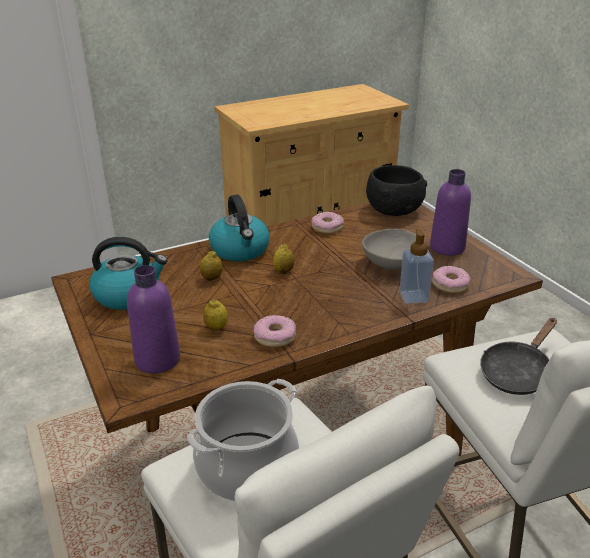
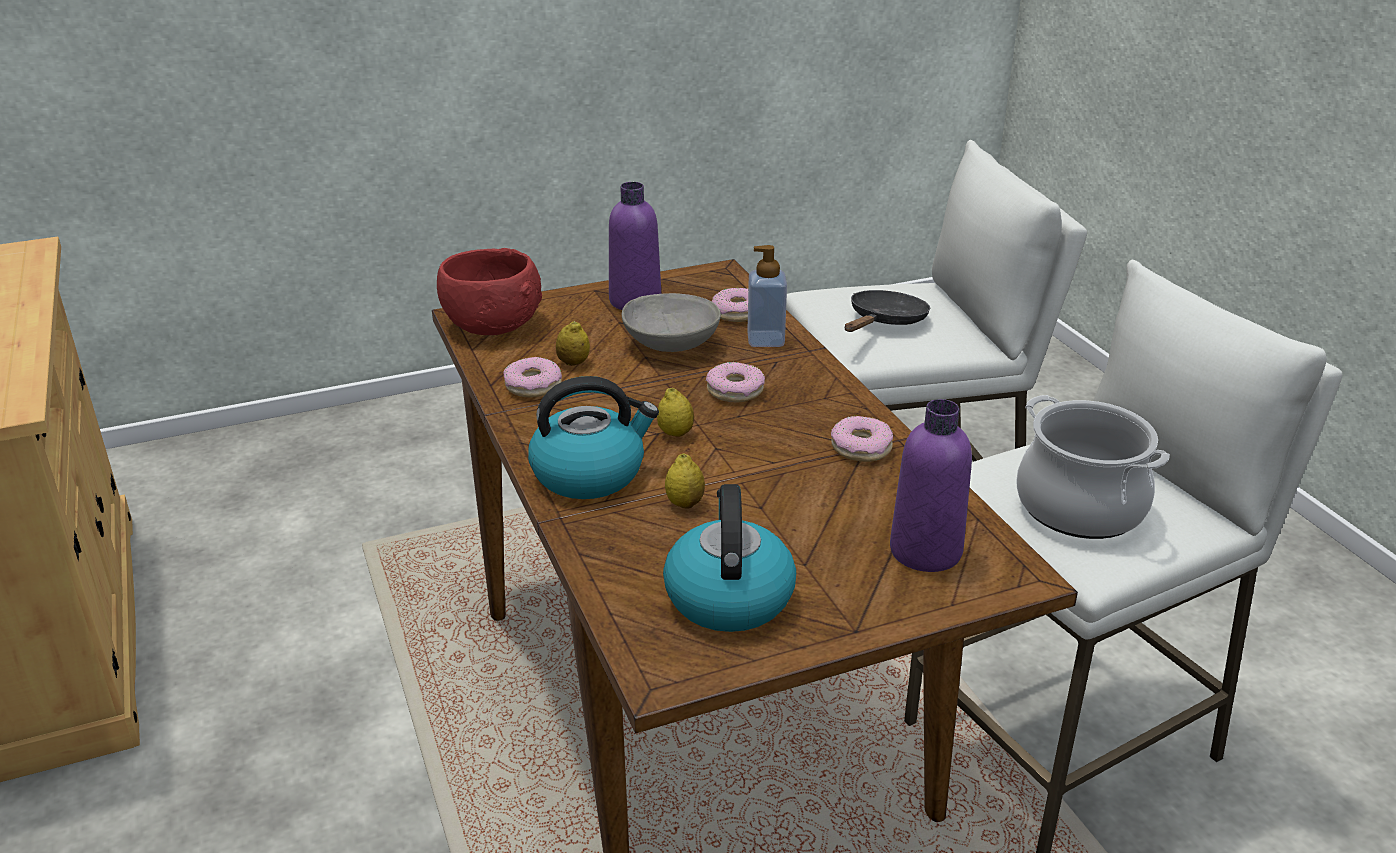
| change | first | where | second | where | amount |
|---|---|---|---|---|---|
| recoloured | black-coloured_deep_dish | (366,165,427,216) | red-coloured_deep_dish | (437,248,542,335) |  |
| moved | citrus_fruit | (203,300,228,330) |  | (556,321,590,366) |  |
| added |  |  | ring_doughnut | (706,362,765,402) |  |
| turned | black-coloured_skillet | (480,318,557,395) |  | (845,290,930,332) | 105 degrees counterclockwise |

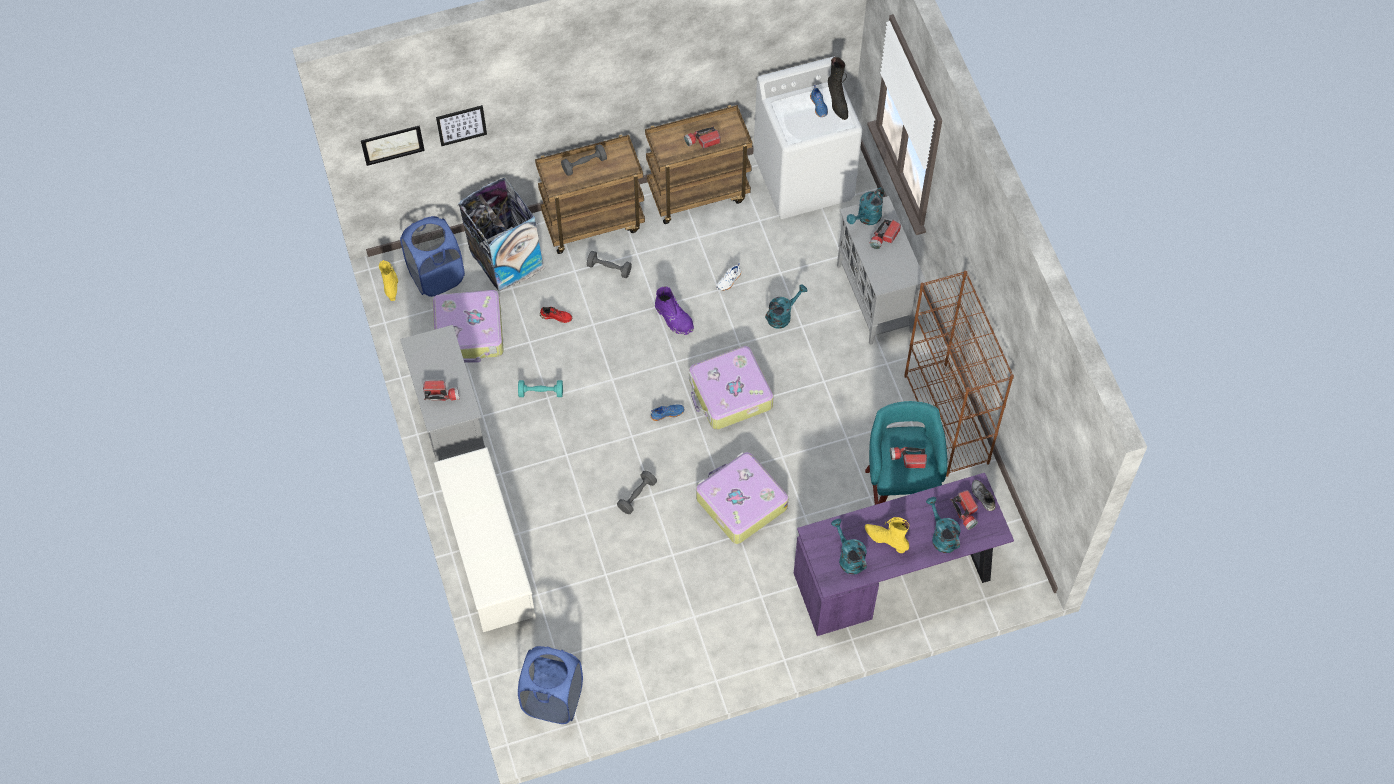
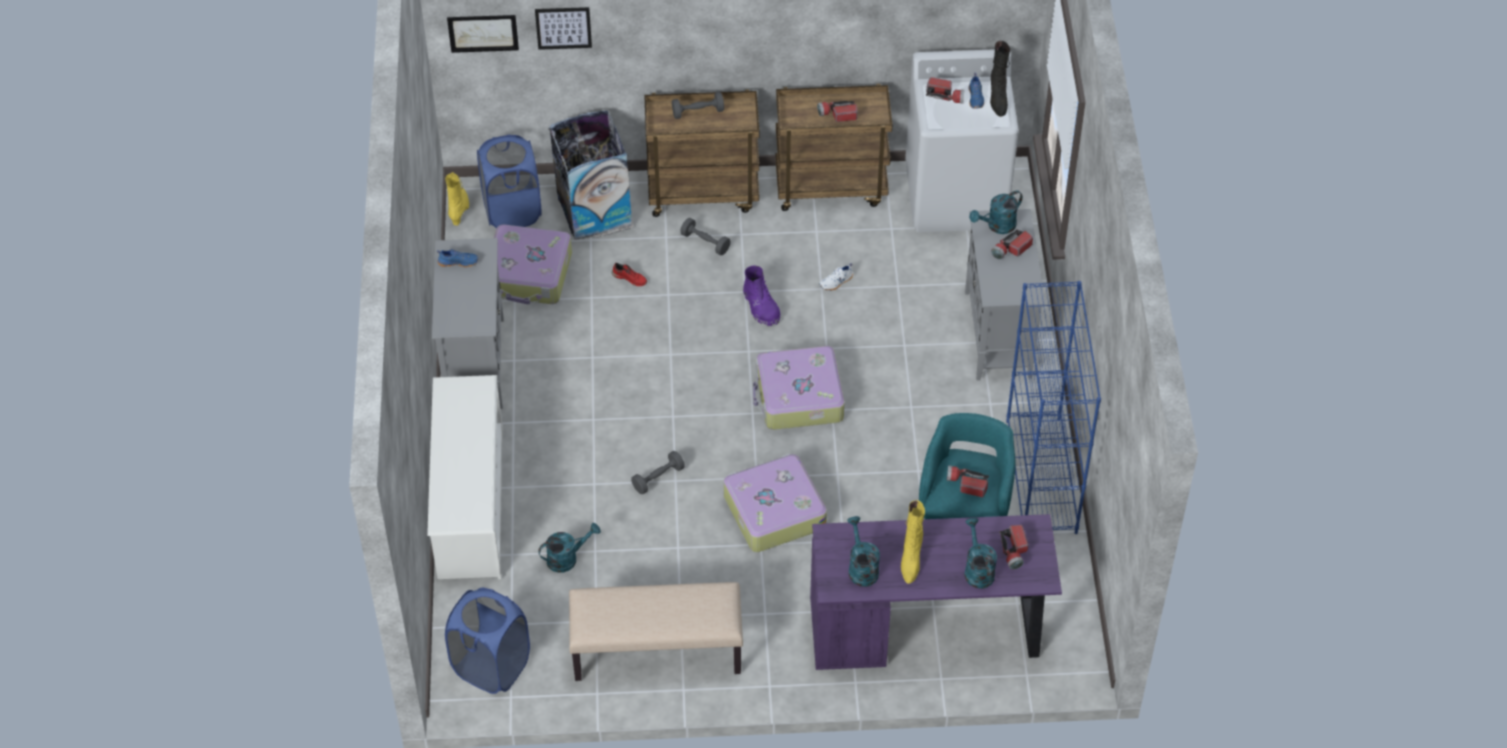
| change | first | where | second | where | amount |
|---|---|---|---|---|---|
| moved | blue_low_shoe | (651,405,684,421) |  | (437,249,479,268) |  |
| moved | blue-green_sprinkling_can | (765,284,808,329) |  | (538,523,601,573) |  |
| added |  |  | beige_bench | (569,582,743,681) |  |
| turned | yellow-coloured_boot | (865,517,909,553) |  | (901,500,925,583) | 135 degrees counterclockwise |
| moved | flashlight | (423,380,460,401) |  | (926,77,964,104) |  |
| recoloured | brown-coloured_shelving_unit | (904,271,1014,477) | blue_shelving_unit | (1006,281,1101,534) |  |
| removed | blue-green_free_weight | (518,380,563,397) |  |  |  |
| removed | greyish_low_shoe | (972,480,996,511) |  |  |  |

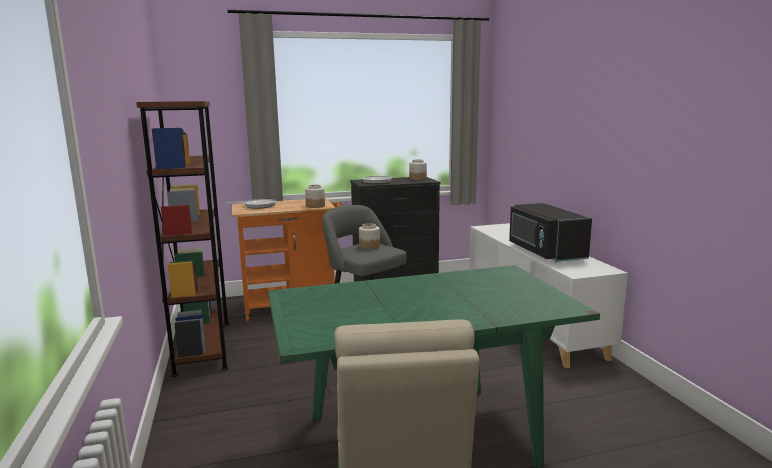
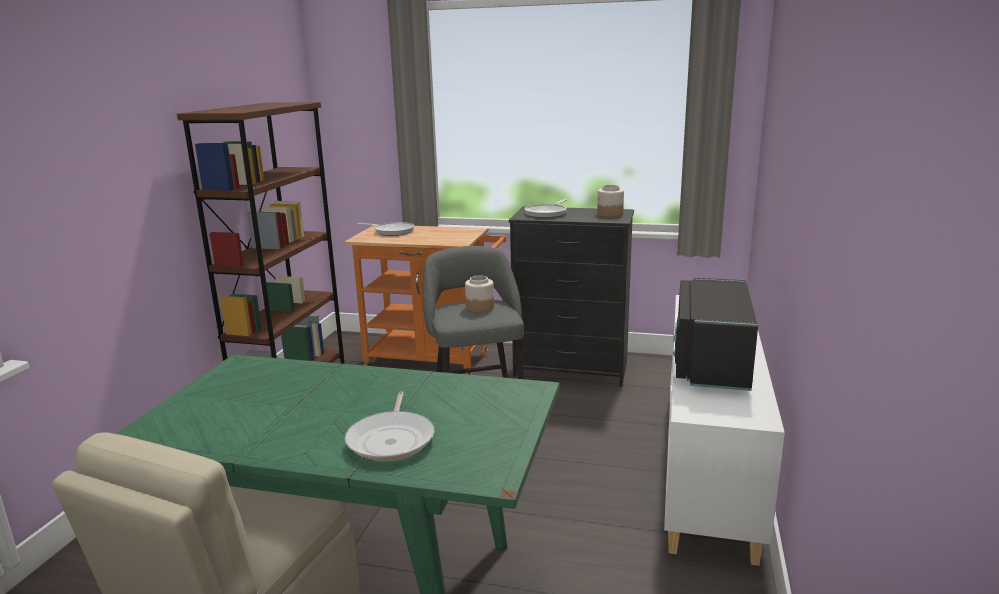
| change | first | where | second | where | amount |
|---|---|---|---|---|---|
| added |  |  | skillet | (345,392,434,462) |  |
| removed | jar | (305,185,325,208) |  |  |  |

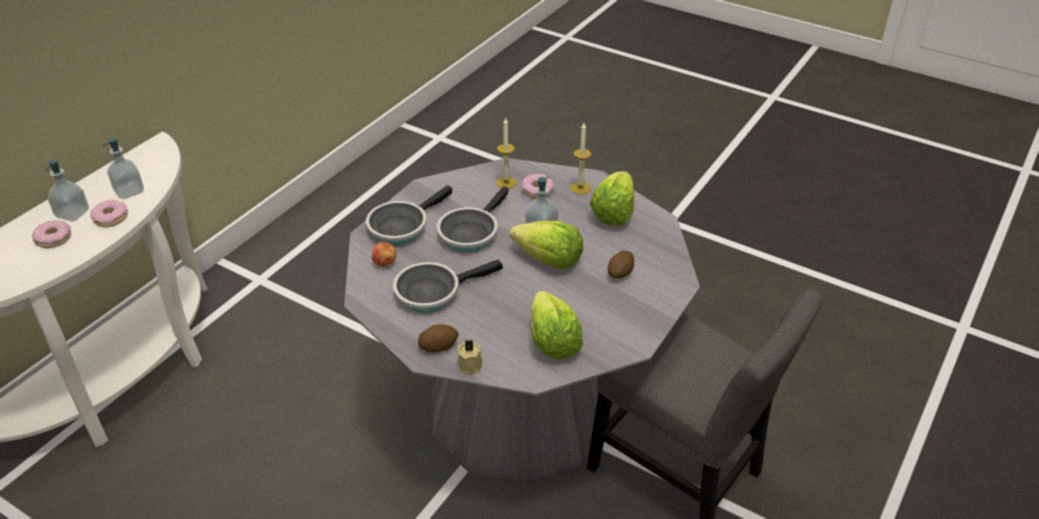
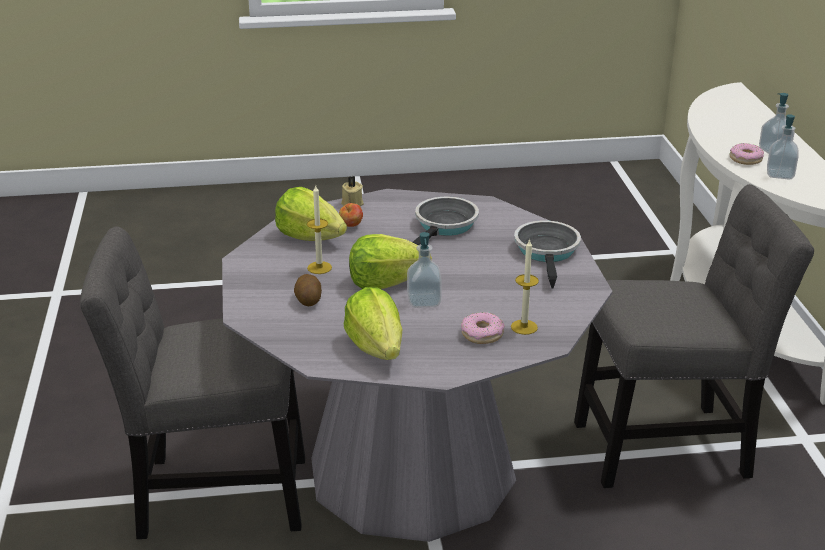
| change | first | where | second | where | amount |
|---|---|---|---|---|---|
| moved | wax_light | (570,123,591,194) |  | (307,184,332,274) |  |
| moved | apple | (372,242,397,267) |  | (339,203,363,227) |  |
| added |  |  | greyish_upright_chair | (574,184,814,488) |  |
| removed | ring_doughnut | (32,220,72,248) |  |  |  |
| removed | whole_potato | (418,324,459,352) |  |  |  |
| removed | skillet | (437,186,509,252) |  |  |  |

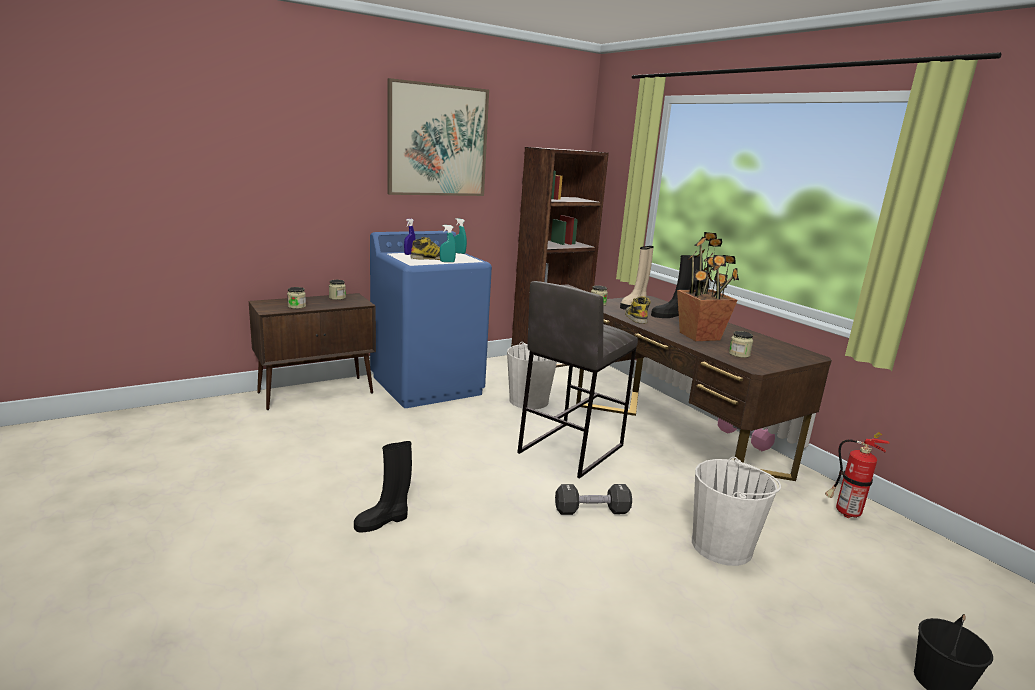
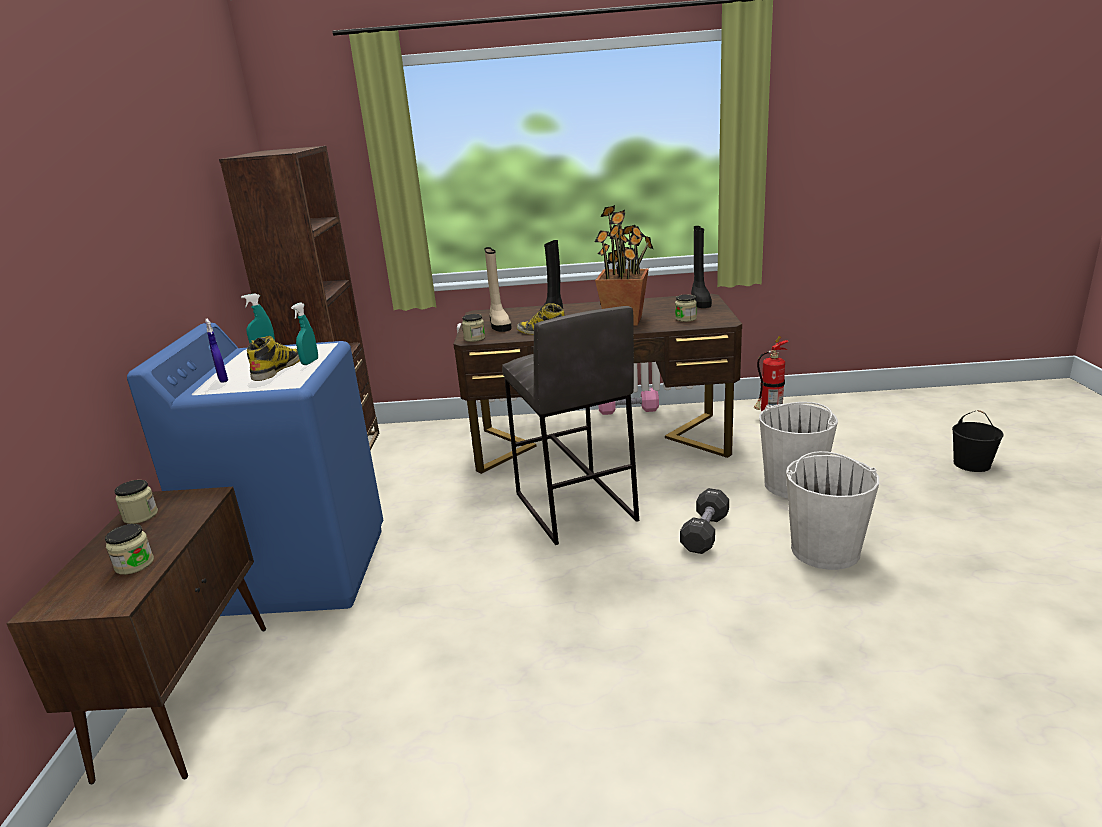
| change | first | where | second | where | amount |
|---|---|---|---|---|---|
| moved | black-coloured_boot | (354,441,412,532) |  | (691,226,712,308) |  |
| moved | white_bucket | (507,342,557,409) |  | (786,451,879,570) |  |
| removed | wall_art | (387,78,489,196) |  |  |  |

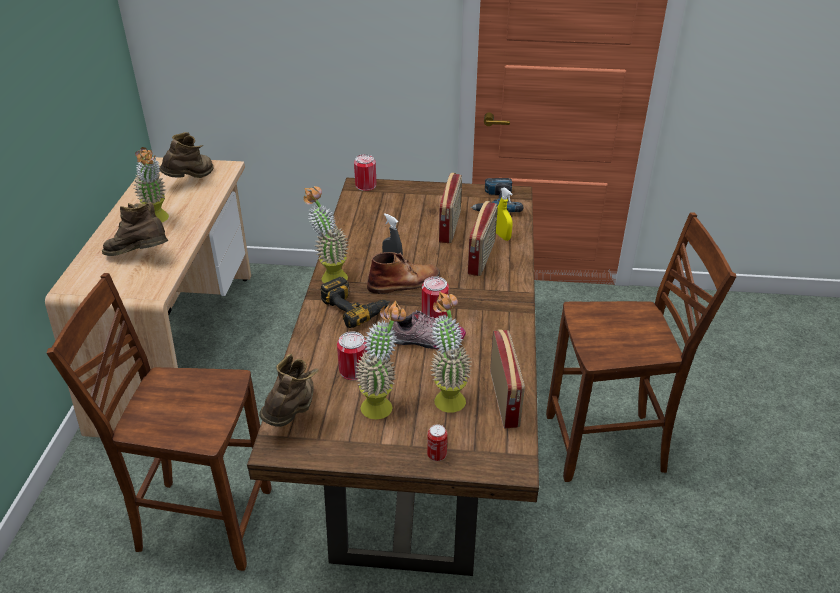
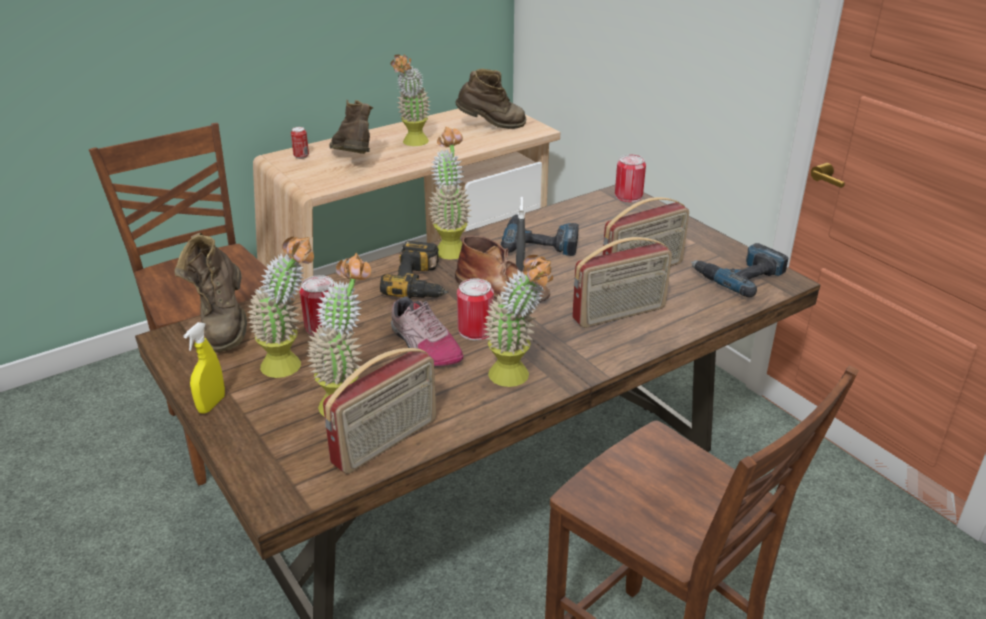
| change | first | where | second | where | amount |
|---|---|---|---|---|---|
| turned | brown-coloured_boot | (259,354,319,427) |  | (174,233,247,352) | 105 degrees clockwise |
| moved | yellow-coloured_spray_bottle | (496,187,513,241) |  | (183,322,225,414) |  |
| moved | metal_can | (427,424,447,461) |  | (291,127,309,159) |  |
| added |  |  | plant_in_a_pot | (483,255,553,387) |  |
| added |  |  | drill | (501,214,579,256) |  |

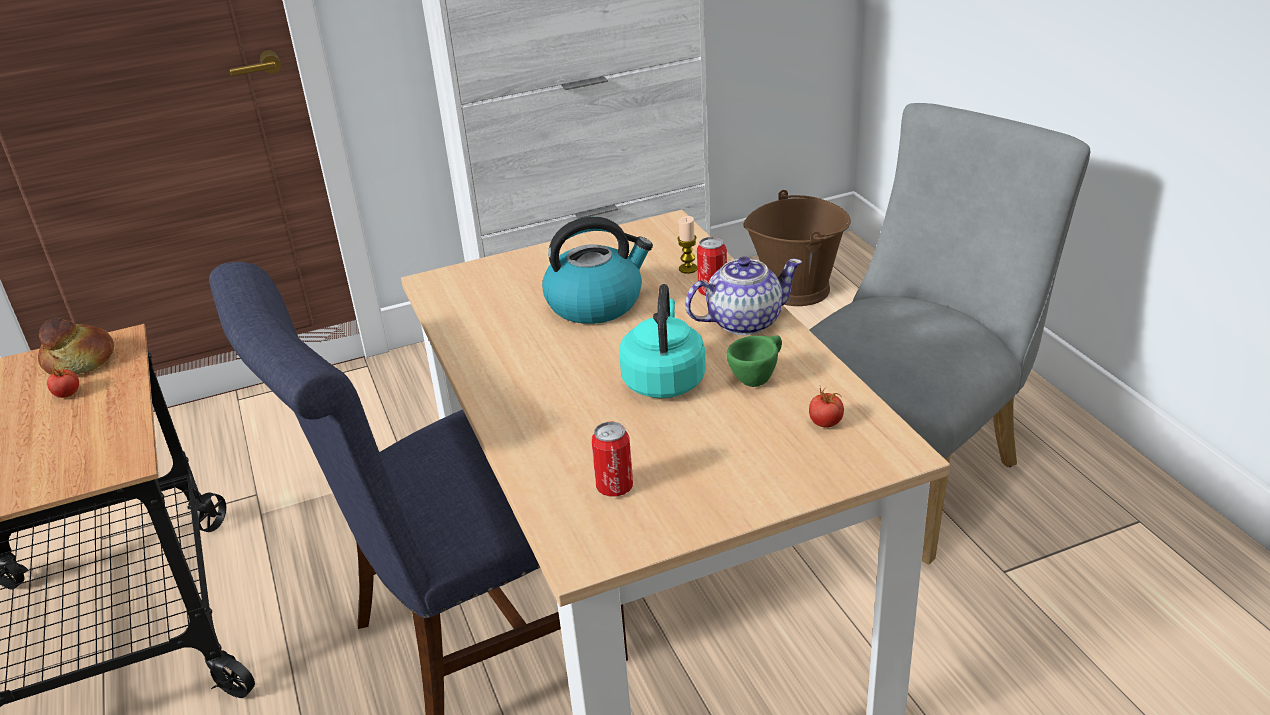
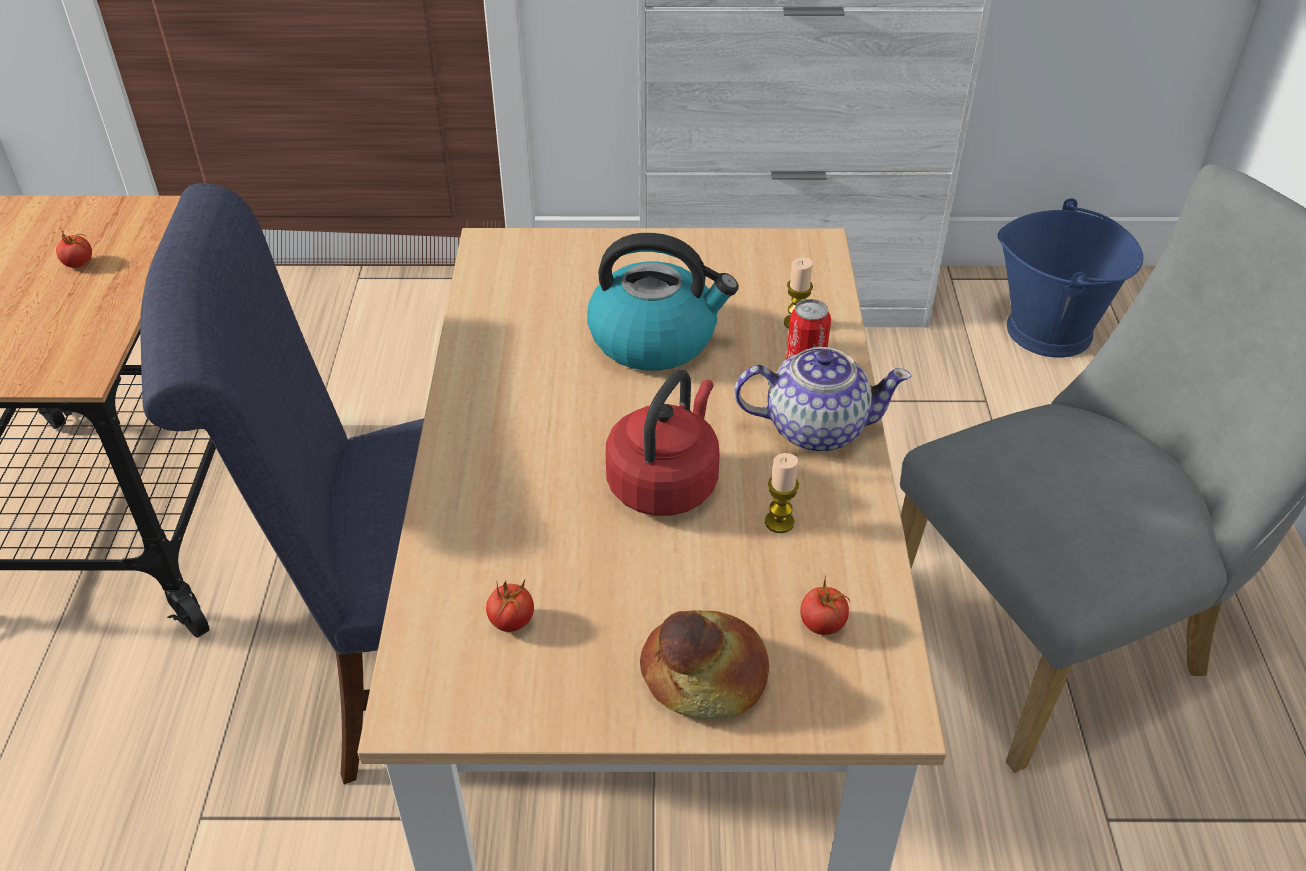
| change | first | where | second | where | amount |
|---|---|---|---|---|---|
| replaced | metal_can | (591,422,633,497) | whole_tomato | (486,579,534,632) |  |
| recoloured | blue-green_water_kettle | (619,284,706,398) | red-coloured_water_kettle | (606,370,720,516) |  |
| moved | bakery_bread | (38,317,114,375) |  | (640,610,769,720) |  |
| replaced | greenish_drinking_cup | (726,335,782,387) | wax_light | (765,453,799,533) |  |
| recoloured | brown-coloured_bucket | (743,190,851,306) | blue_bucket | (998,198,1143,358) |  |

